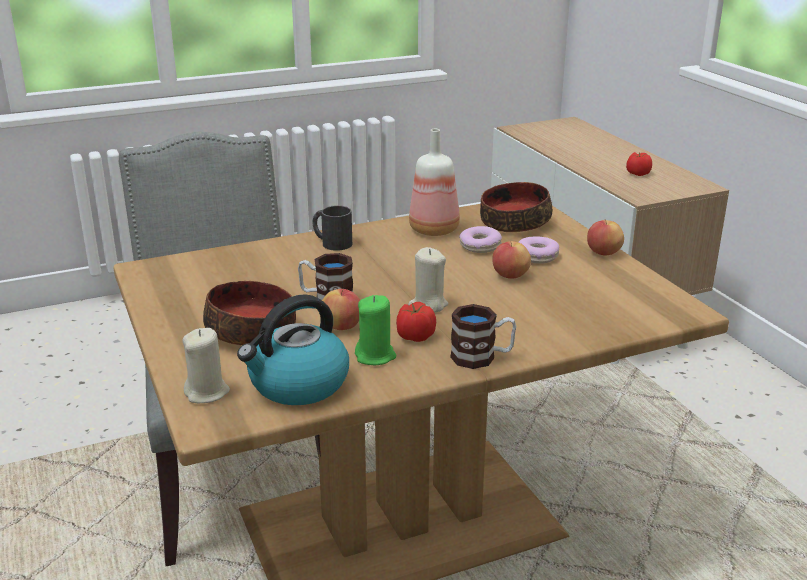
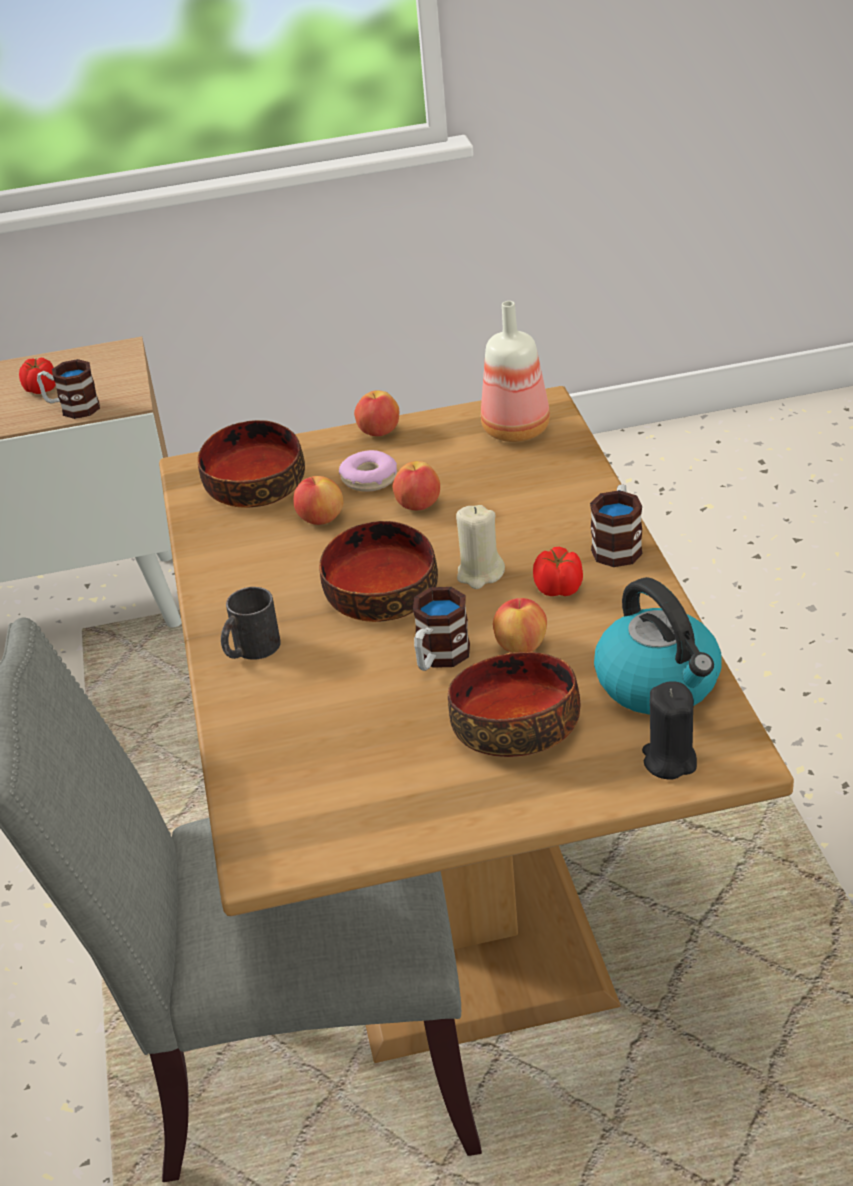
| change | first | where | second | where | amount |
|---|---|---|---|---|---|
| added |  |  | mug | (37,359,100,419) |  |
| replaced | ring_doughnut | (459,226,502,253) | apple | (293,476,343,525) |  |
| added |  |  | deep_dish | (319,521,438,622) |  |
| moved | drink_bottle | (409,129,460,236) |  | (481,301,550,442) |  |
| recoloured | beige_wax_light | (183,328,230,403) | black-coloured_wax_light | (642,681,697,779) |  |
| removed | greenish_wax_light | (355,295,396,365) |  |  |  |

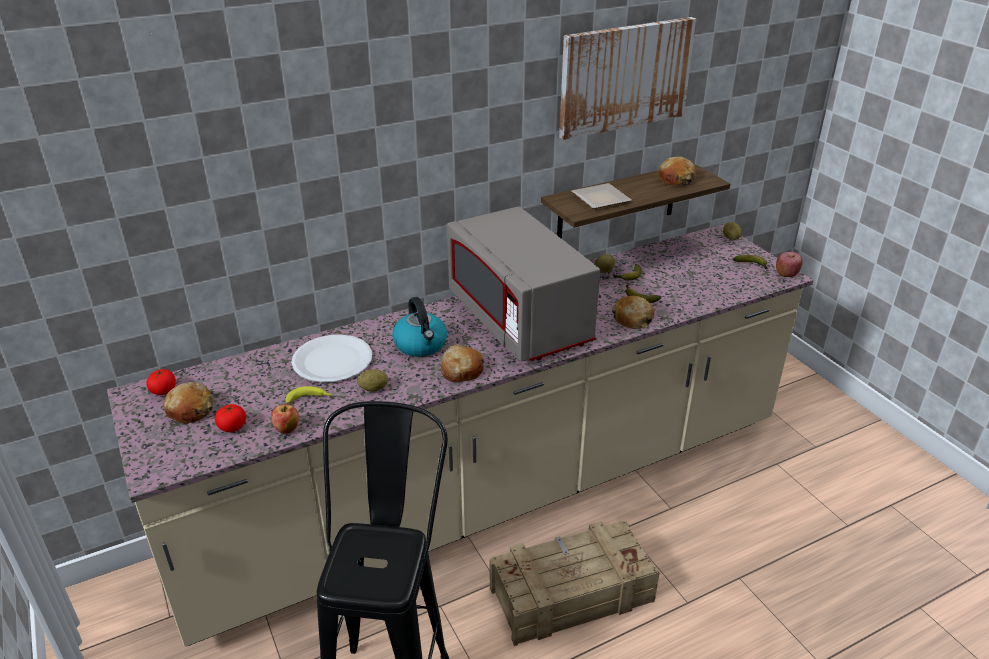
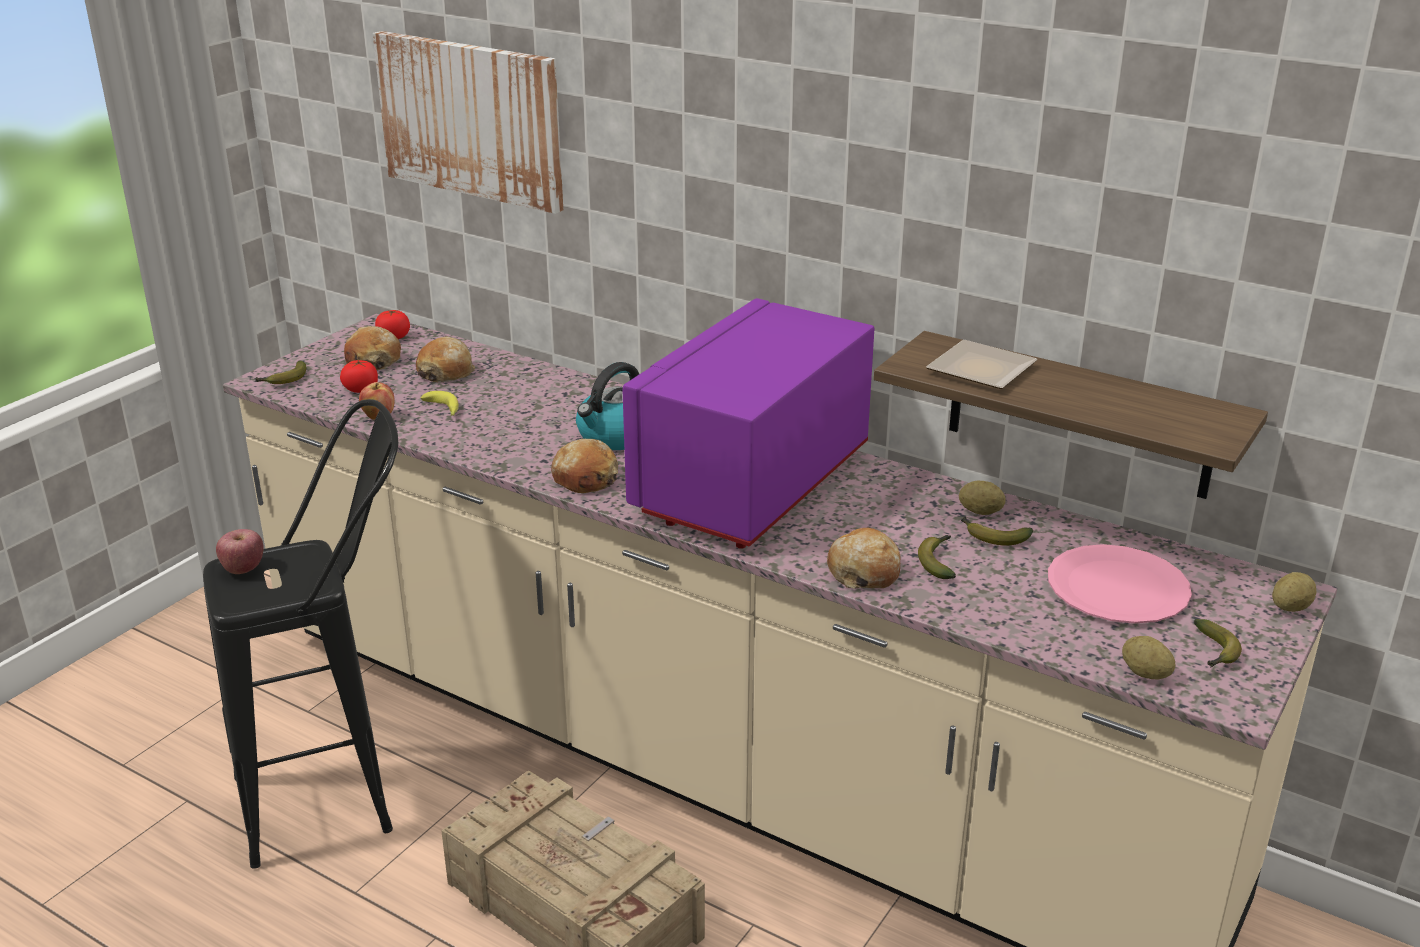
| change | first | where | second | where | amount |
|---|---|---|---|---|---|
| moved | apple | (776,252,803,277) |  | (216,529,264,574) |  |
| added |  |  | whole_banana | (255,360,306,384) |  |
| moved | wall_art | (559,17,697,140) |  | (373,31,563,214) |  |
| moved | bakery_bread | (658,157,696,186) |  | (416,336,475,383) |  |
| recoloured | greyish_microwave | (447,206,600,361) | purple_microwave | (622,298,874,549) |  |
| added |  |  | pinkish_plate | (1048,544,1192,623) |  |
| moved | whole_potato | (358,369,388,392) |  | (1122,636,1175,679) |  |
| removed | white_plate | (291,335,372,382) |  |  |  |

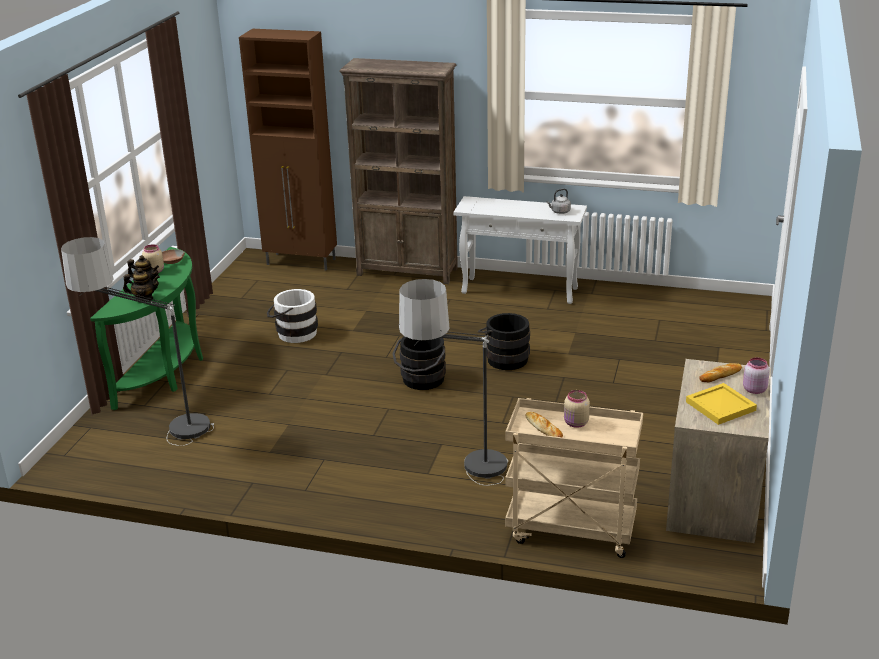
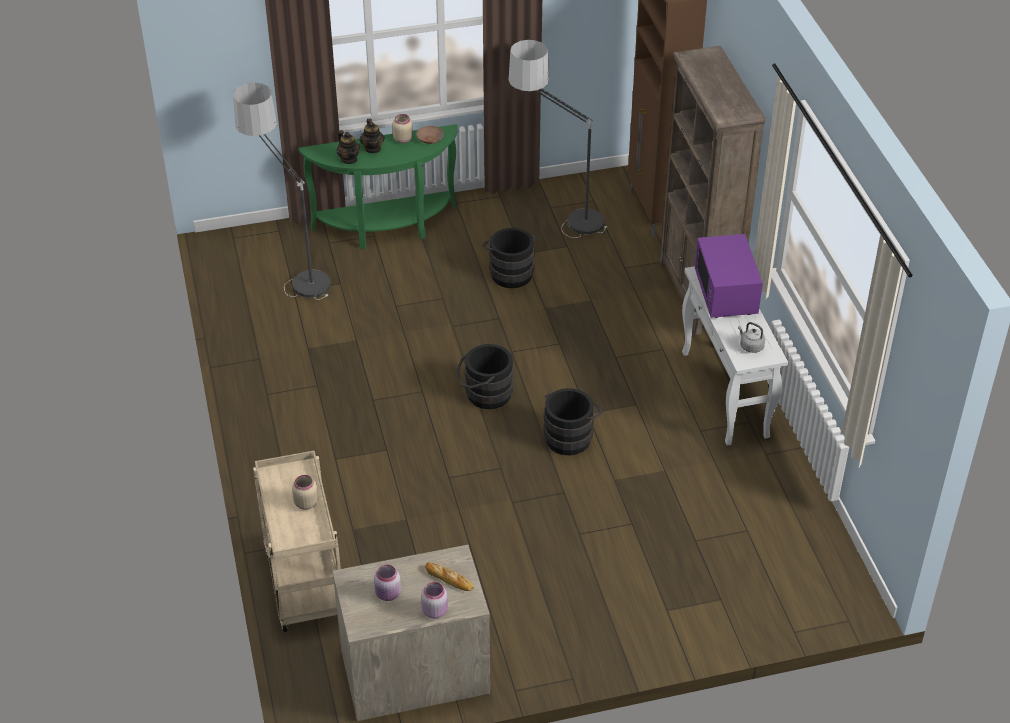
| change | first | where | second | where | amount |
|---|---|---|---|---|---|
| replaced | yellow-coloured_carrying_tray | (686,383,757,425) | pinkish_jar | (374,565,401,601) |  |
| recoloured | white_bucket | (267,289,318,343) | black-coloured_bucket | (482,228,536,288) |  |
| moved | standard_lamp | (398,279,508,486) |  | (509,40,607,238) |  |
| added |  |  | purple_microwave | (695,234,763,318) |  |
| removed | bakery_bread | (526,412,563,437) |  |  |  |

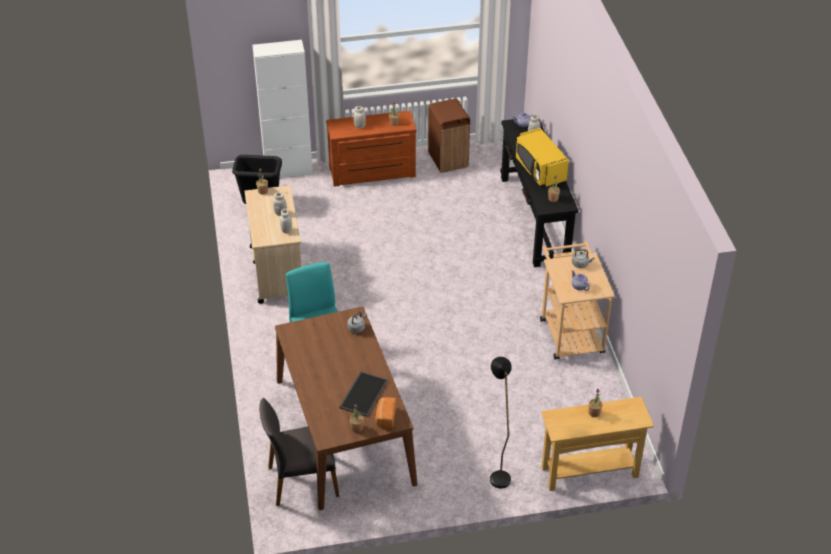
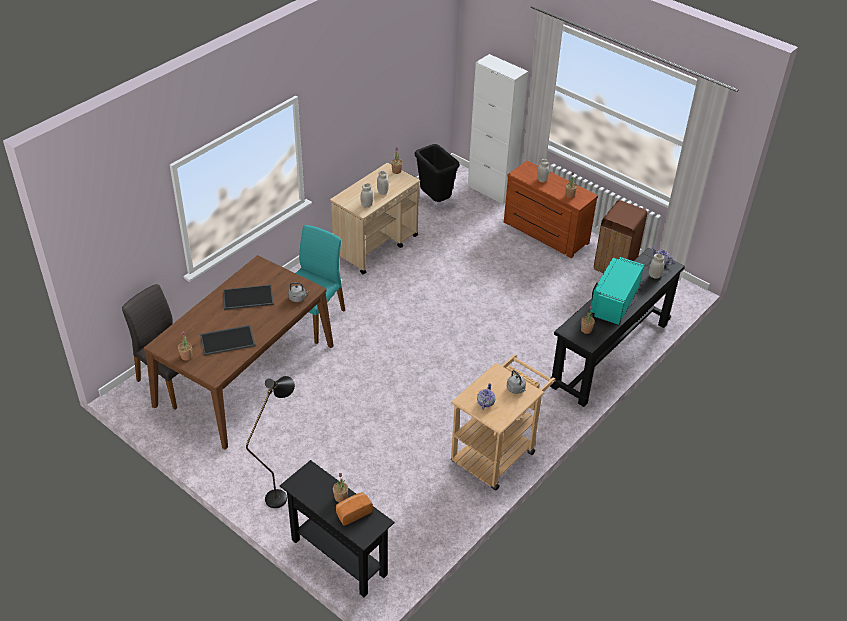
| change | first | where | second | where | amount |
|---|---|---|---|---|---|
| added |  |  | carrying_tray | (223,285,274,310) |  |
| recoloured | beige_narrow_table | (541,397,654,491) | black-coloured_narrow_table | (280,460,395,597) |  |
| moved | bakery_bread | (375,397,396,429) |  | (336,492,373,526) |  |
| recoloured | yellow-coloured_microwave | (516,128,569,187) | blue-green_microwave | (590,257,644,326) |  |

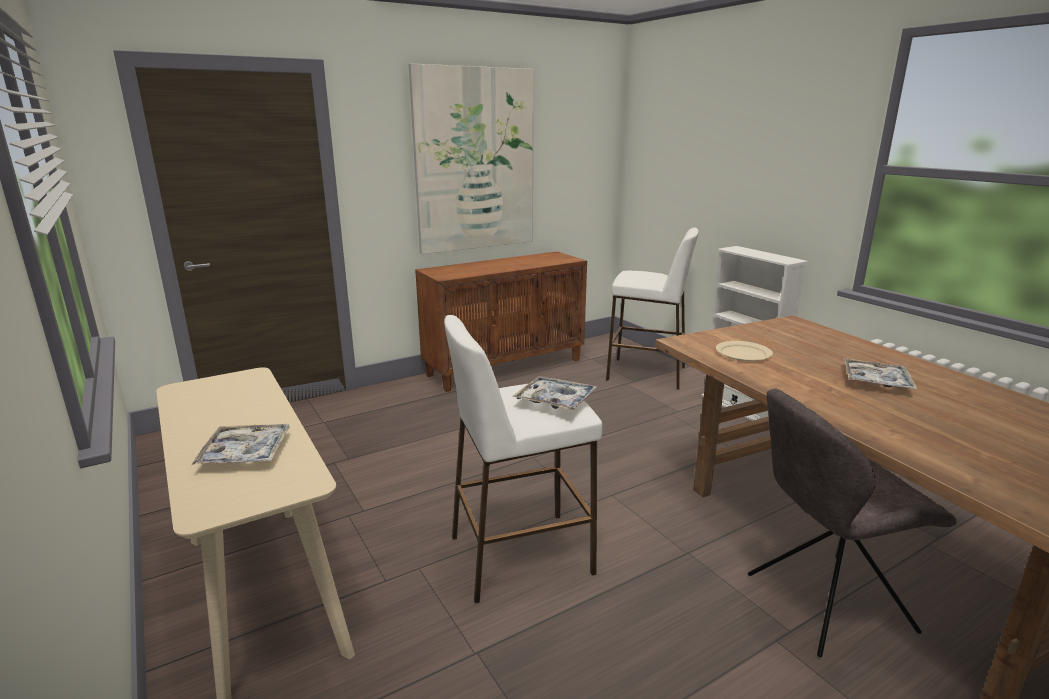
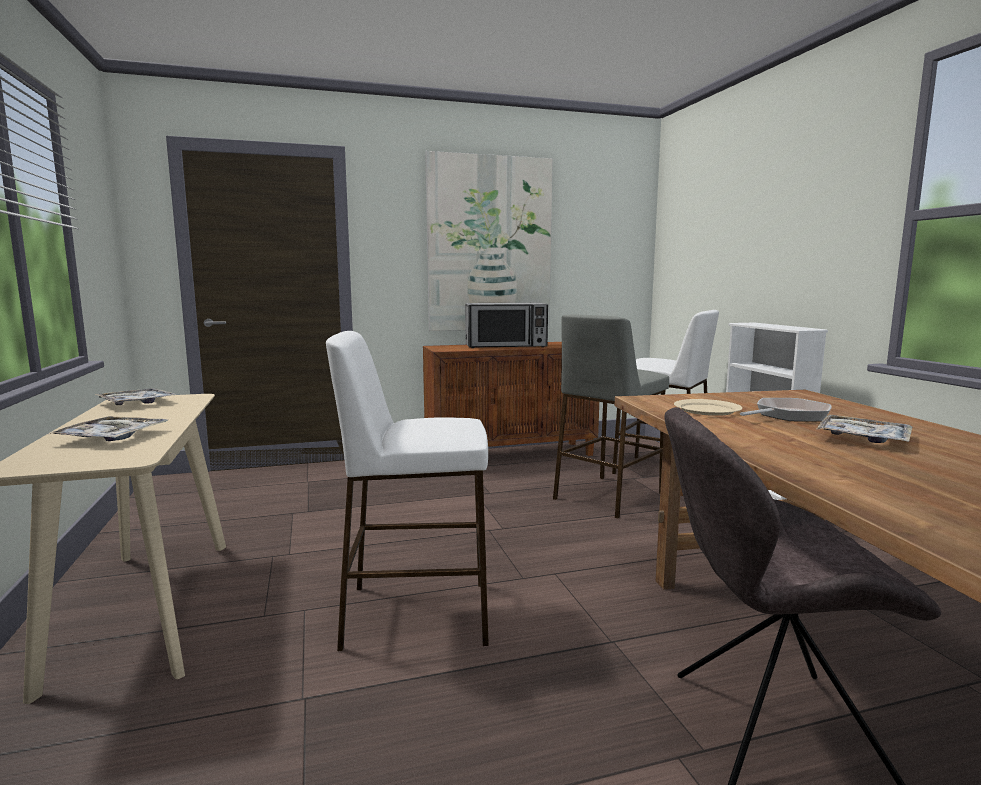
| change | first | where | second | where | amount |
|---|---|---|---|---|---|
| moved | carrying_tray | (512,376,597,411) |  | (94,388,177,405) |  |
| added |  |  | microwave | (465,303,548,348) |  |
| added |  |  | greyish_stool | (553,314,669,519) |  |
| added |  |  | skillet | (740,398,832,422) |  |

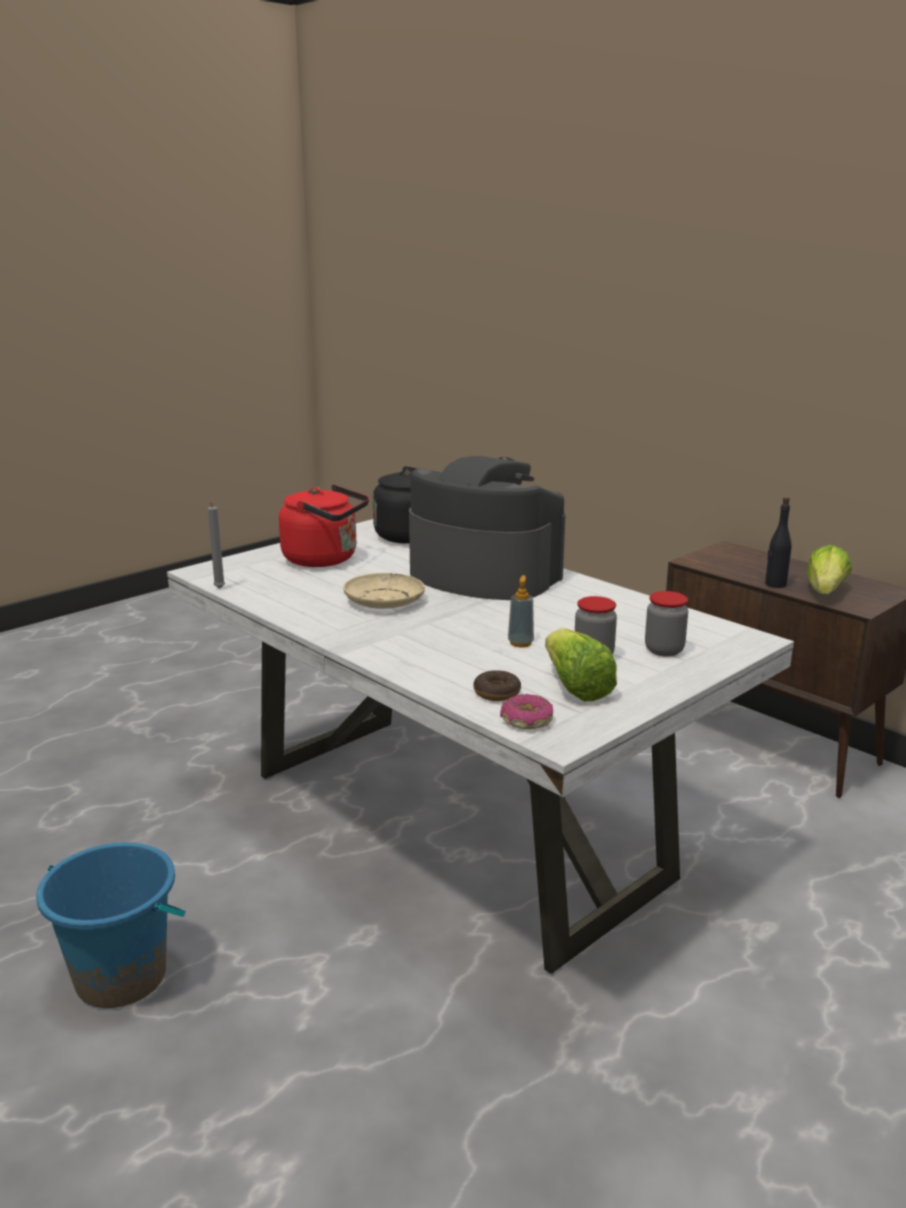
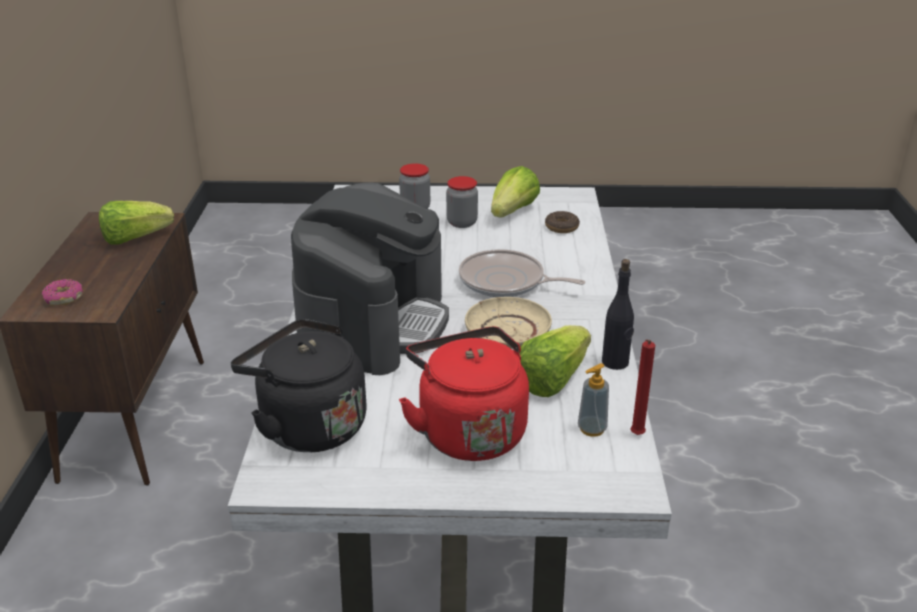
| change | first | where | second | where | amount |
|---|---|---|---|---|---|
| moved | ring_doughnut | (500,694,553,729) |  | (42,279,83,306) |  |
| turned | coffee_machine | (409,456,565,600) |  | (291,182,449,375) | 150 degrees counterclockwise |
| added |  |  | skillet | (459,249,585,297) |  |
| added |  |  | head_of_lettuce | (519,325,591,397) |  |
| moved | soap_bottle | (508,575,534,647) |  | (578,363,609,437) |  |
| moved | black-coloured_drink_bottle | (765,497,792,588) |  | (602,259,634,370) |  |
| recoloured | greyish_wax_light | (208,496,225,589) | red-coloured_wax_light | (630,339,655,435) |  |
| removed | blue_bucket | (36,842,186,1008) |  |  |  |

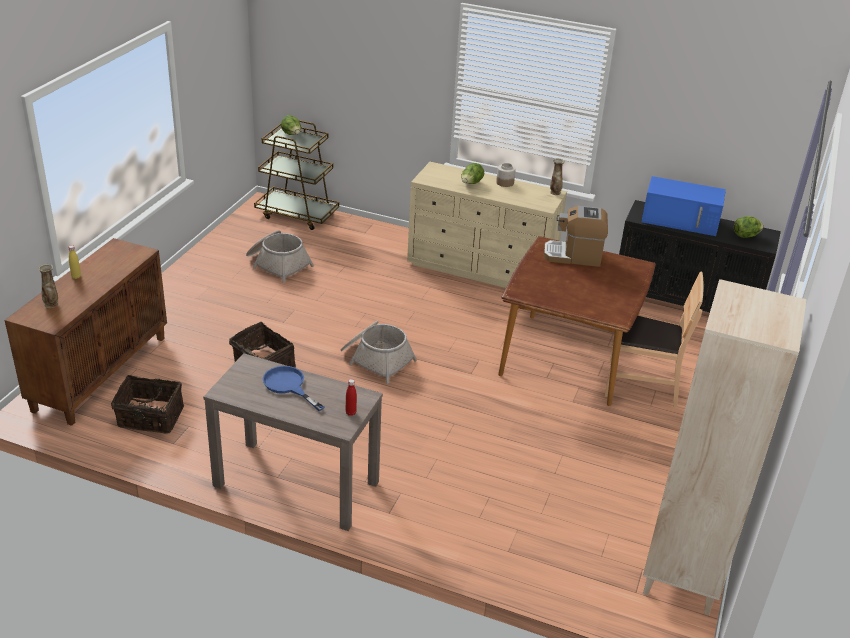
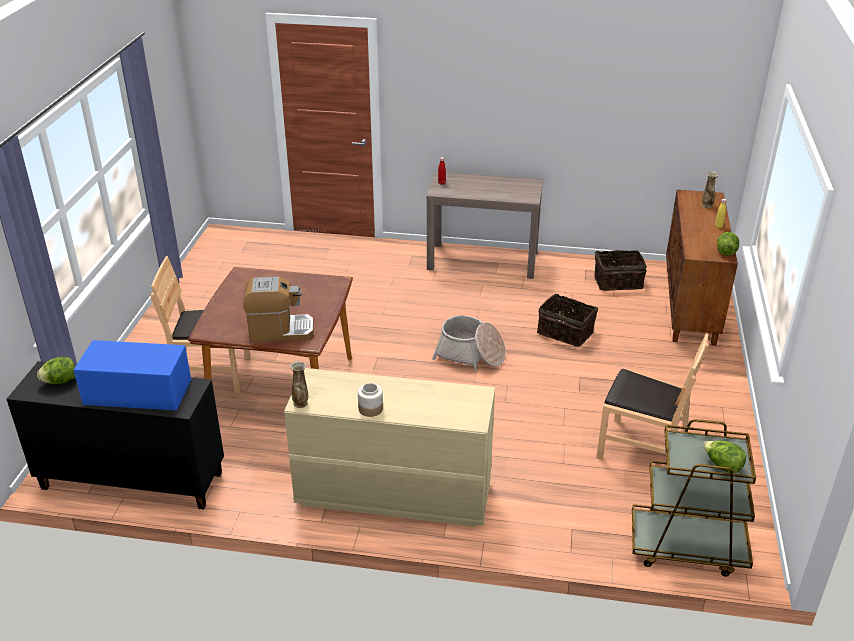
| change | first | where | second | where | amount |
|---|---|---|---|---|---|
| replaced | household_basket | (246,230,314,283) | brown-coloured_upright_chair | (596,333,709,460) |  |
| moved | head_of_lettuce | (461,163,484,184) |  | (717,232,739,256) |  |
| removed | blue_skillet | (263,366,324,411) |  |  |  |
| removed | beige_shelving_unit | (643,279,807,615) |  |  |  |

